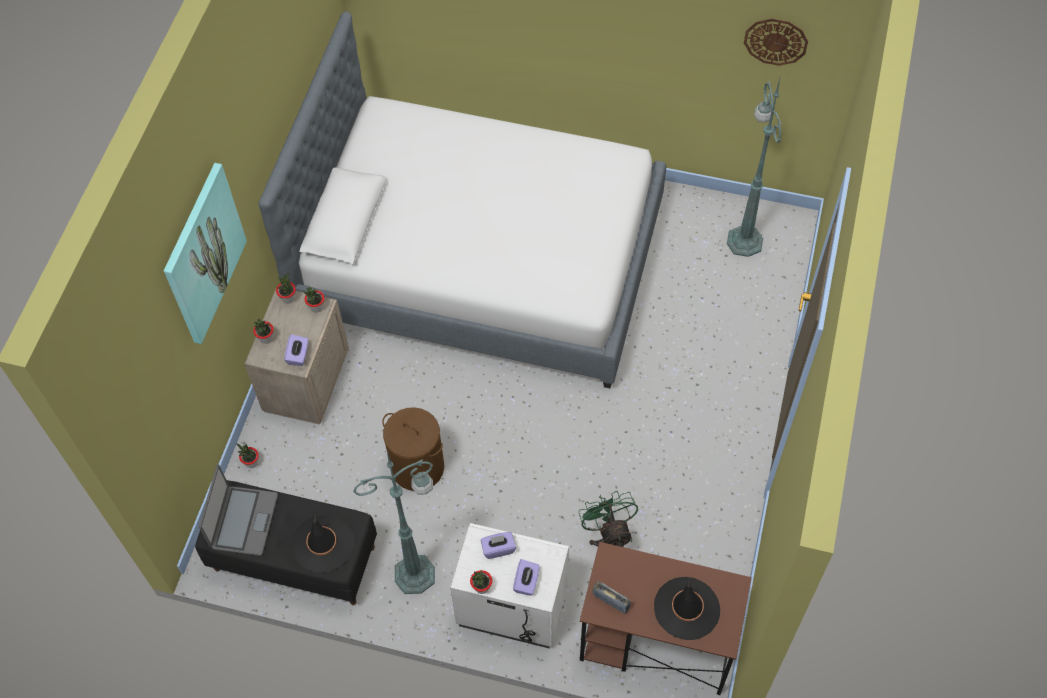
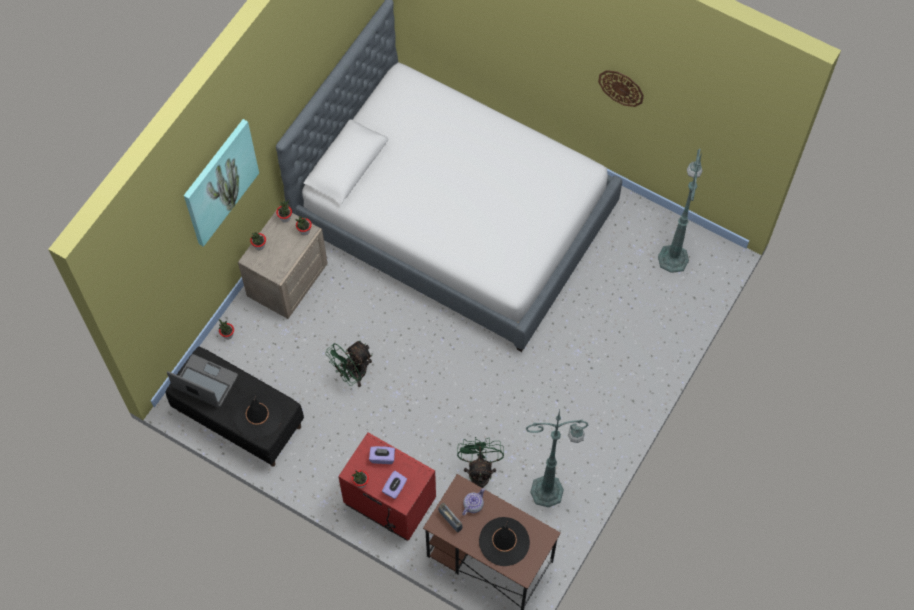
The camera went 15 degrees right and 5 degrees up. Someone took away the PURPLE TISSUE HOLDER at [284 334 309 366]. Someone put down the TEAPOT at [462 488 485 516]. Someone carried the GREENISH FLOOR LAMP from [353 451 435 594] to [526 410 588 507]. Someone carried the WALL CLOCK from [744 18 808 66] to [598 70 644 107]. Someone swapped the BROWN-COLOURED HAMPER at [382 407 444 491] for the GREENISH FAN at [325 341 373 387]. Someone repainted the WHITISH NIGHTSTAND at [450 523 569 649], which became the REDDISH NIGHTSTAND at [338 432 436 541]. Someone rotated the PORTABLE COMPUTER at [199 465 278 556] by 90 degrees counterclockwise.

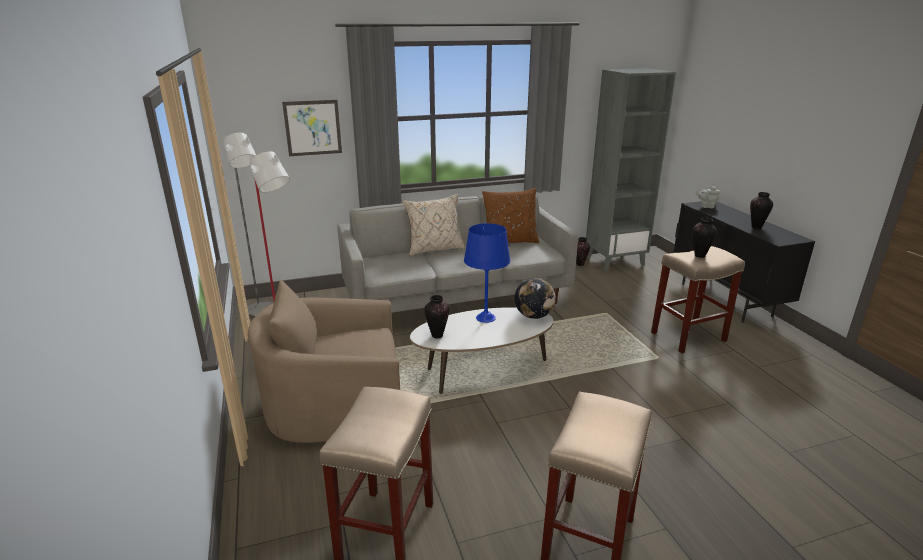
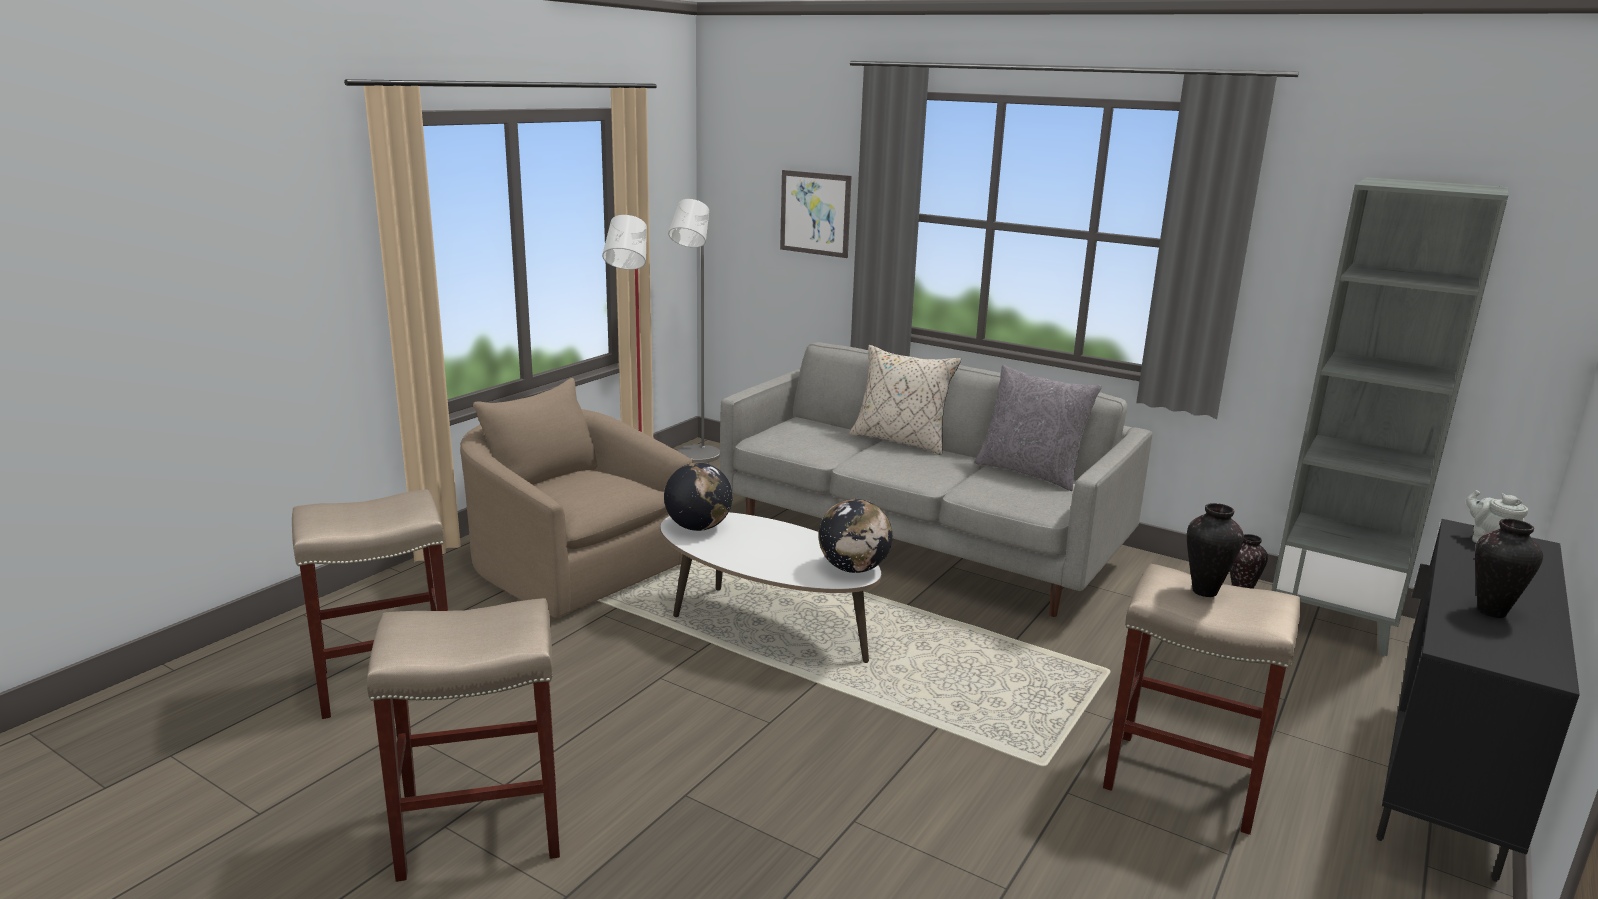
The camera went 50 degrees right and 5 degrees down. Someone took away the BLUE-COLOURED TABLE LAMP at [464 223 510 323]. Someone swapped the FLOWER VASE at [424 295 449 338] for the DESK GLOBE at [664 462 733 531]. Someone repainted the BROWN-COLOURED THROW PILLOW at [482 188 540 243], which became the GRAY THROW PILLOW at [974 365 1102 491].

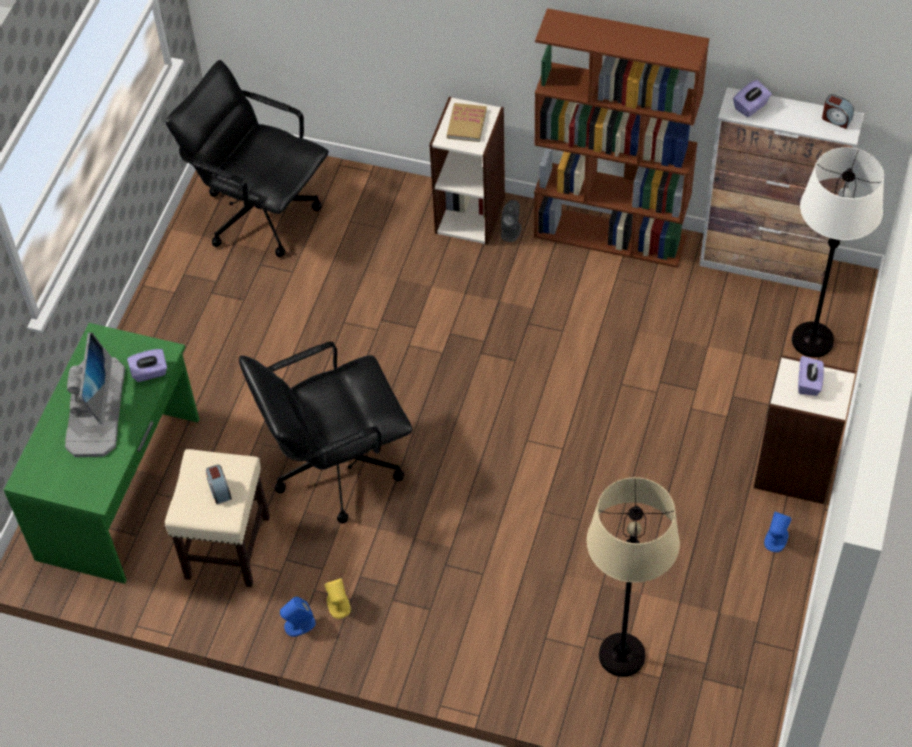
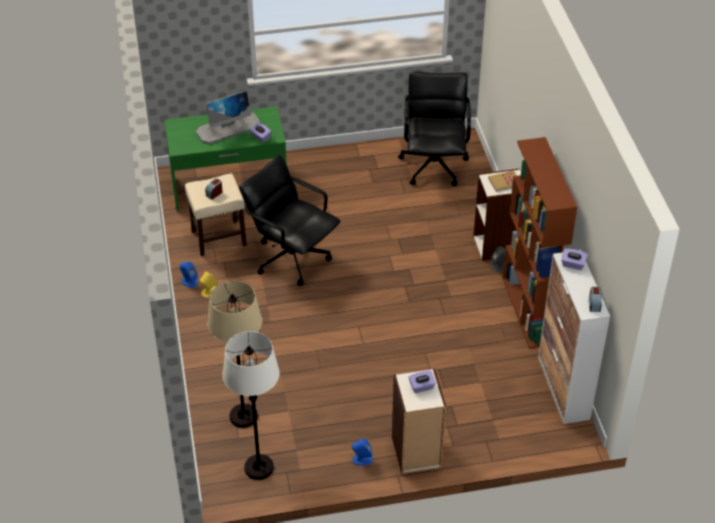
The camera went 60 degrees right and 10 degrees down. Someone carried the WHITISH FLOOR LAMP from [792 147 884 357] to [222 331 280 480].

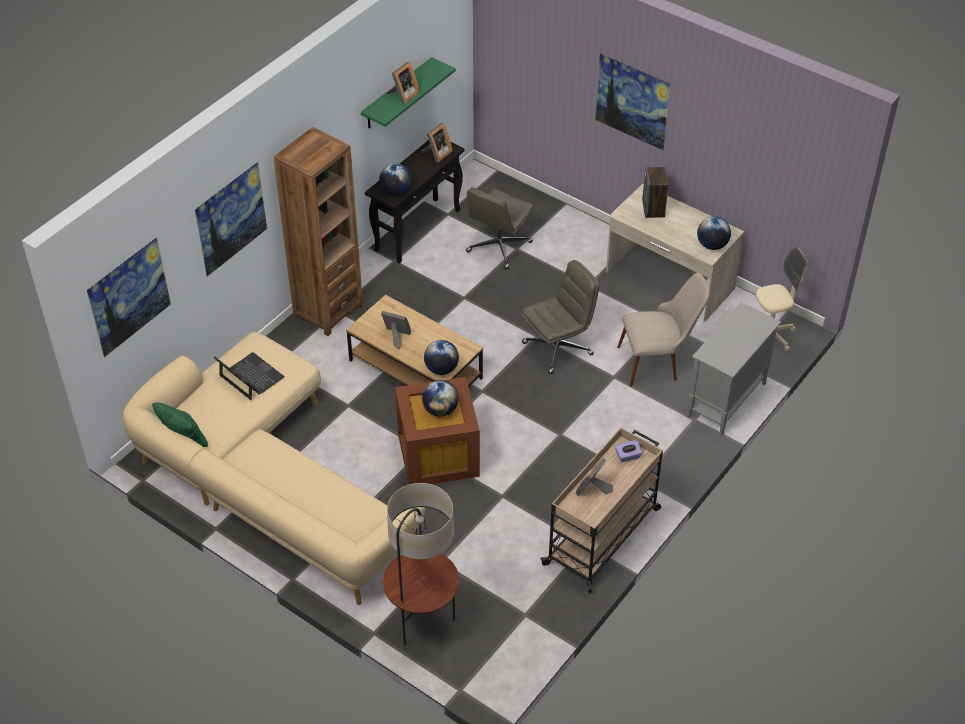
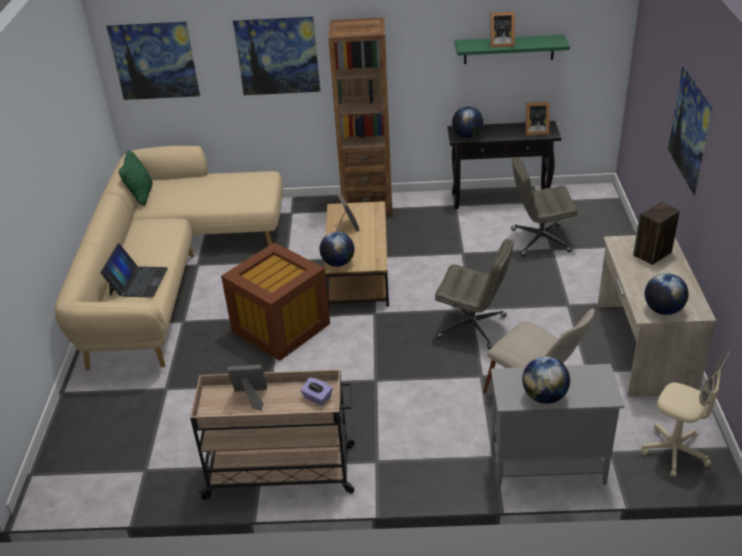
The camera went 55 degrees right and 10 degrees down. Someone took away the FLOOR LAMP at [383 483 459 645]. Someone carried the PORTABLE COMPUTER from [214 352 285 400] to [100 243 168 298]. Someone carried the DESK GLOBE from [422 380 459 417] to [522 356 570 404].

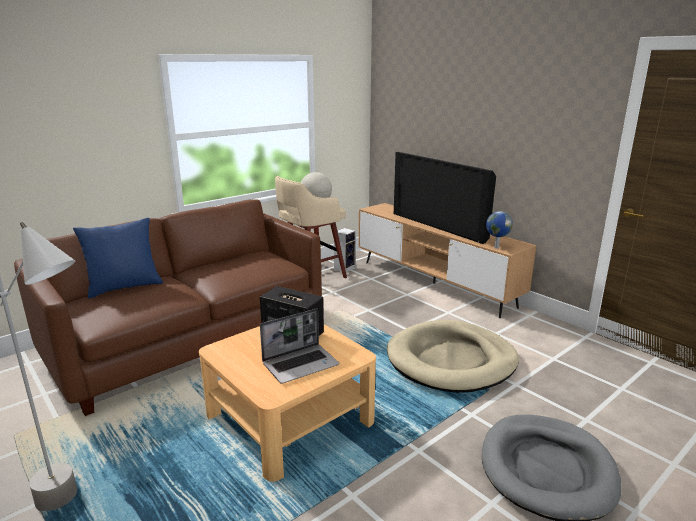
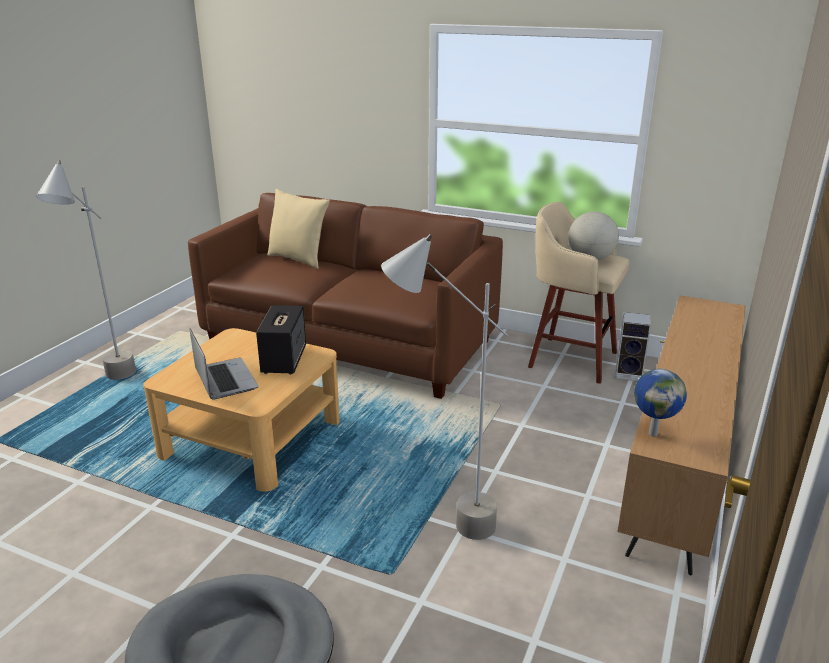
The camera went 65 degrees right and 5 degrees up. Someone took away the TELEVISION at [394 152 496 244]. Someone swapped the BEIGE PET BED at [387 320 519 393] for the GRAY FLOOR LAMP at [381 234 507 540]. Someone repainted the BLUE-COLOURED THROW PILLOW at [73 218 163 299], which became the BEIGE THROW PILLOW at [267 189 330 269]. Someone rotated the PORTABLE COMPUTER at [260 308 339 384] by 150 degrees counterclockwise.

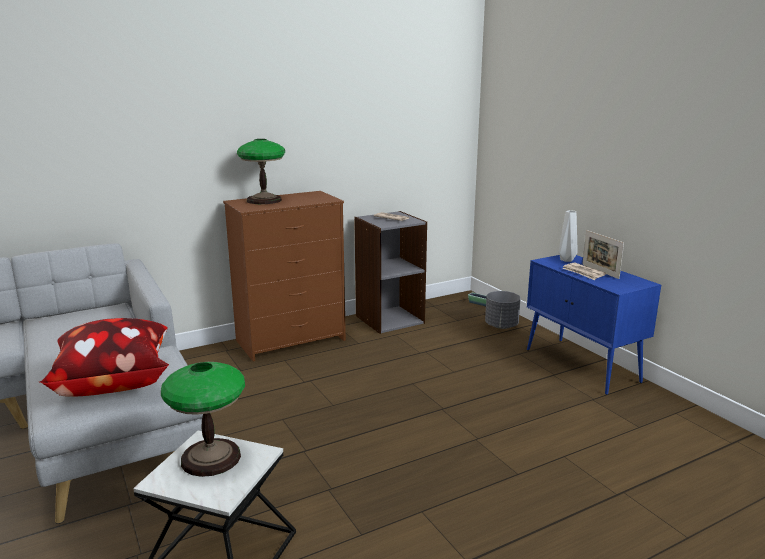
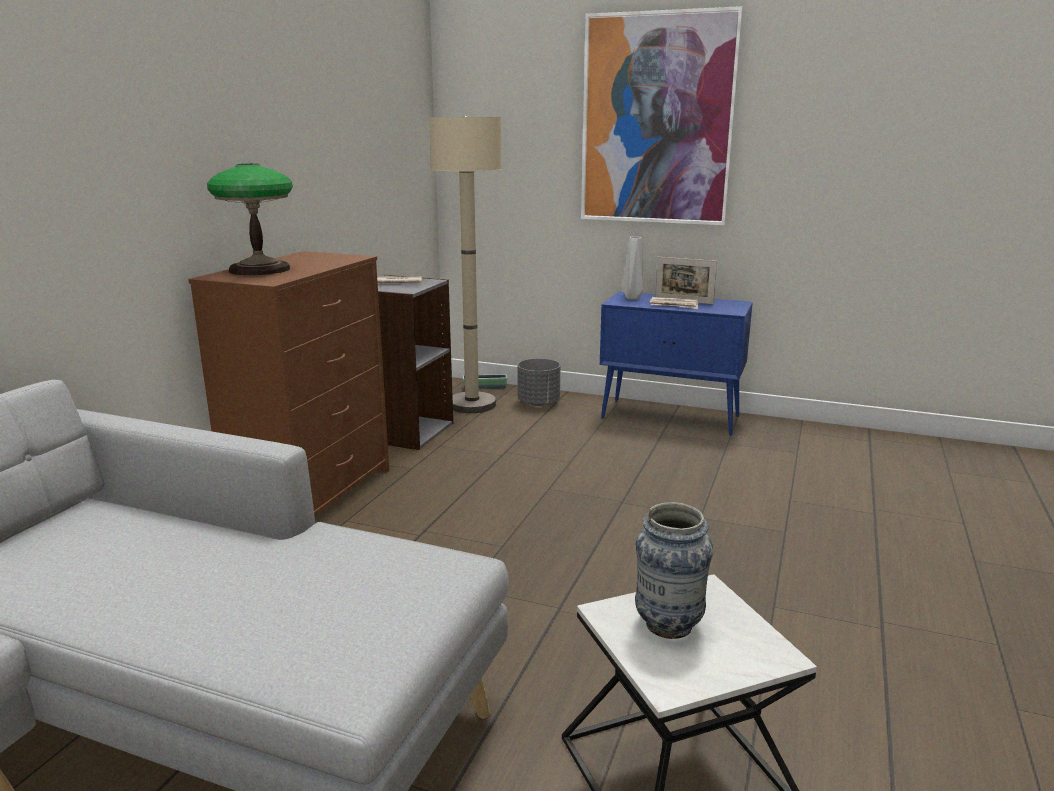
The camera went 40 degrees left and 0 degrees up. Someone took away the THROW PILLOW at [39 318 169 397]. Someone put down the BEIGE FLOOR LAMP at [429 116 502 413]. Someone put up the PICTURE at [581 6 743 225]. Someone swapped the TABLE LAMP at [161 362 245 477] for the FLOWER VASE at [635 502 713 639].

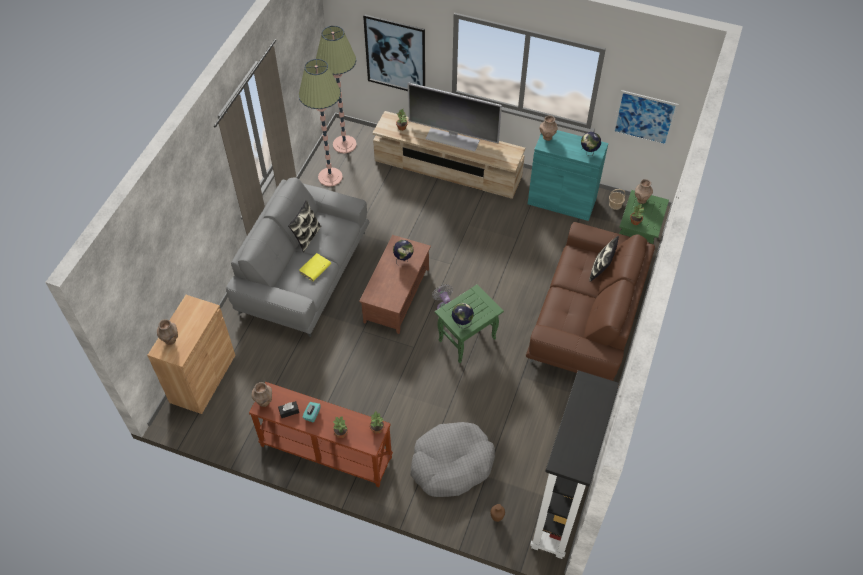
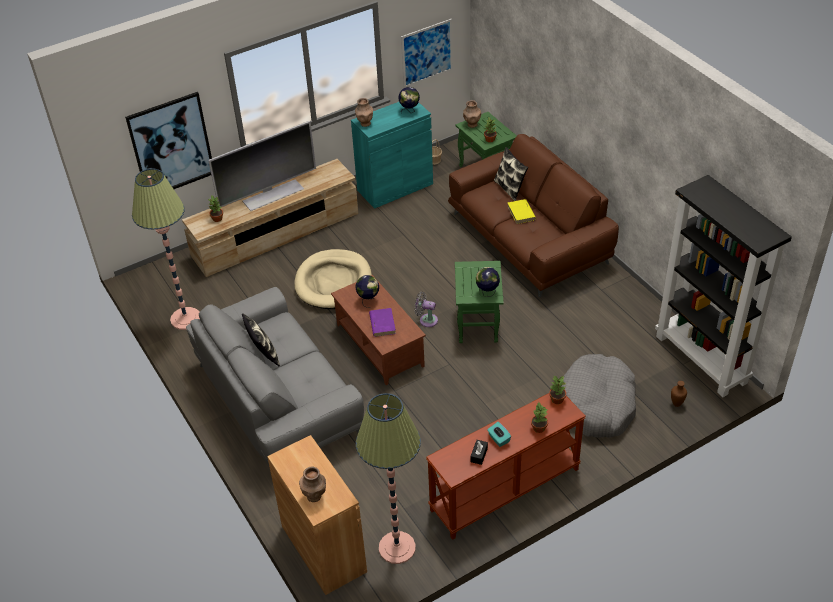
The camera went 50 degrees left and 10 degrees down. Someone took away the BROWN-COLOURED FLOWER VASE at [252 382 272 407]. Someone put down the BEIGE PET BED at [294 249 372 309]. Someone put down the PURPLE BOOK at [369 308 396 337]. Someone carried the YELLOW-COLOURED BOOK from [299 253 331 281] to [507 199 536 224]. Someone carried the FLOOR LAMP from [316 26 357 153] to [356 393 421 564].

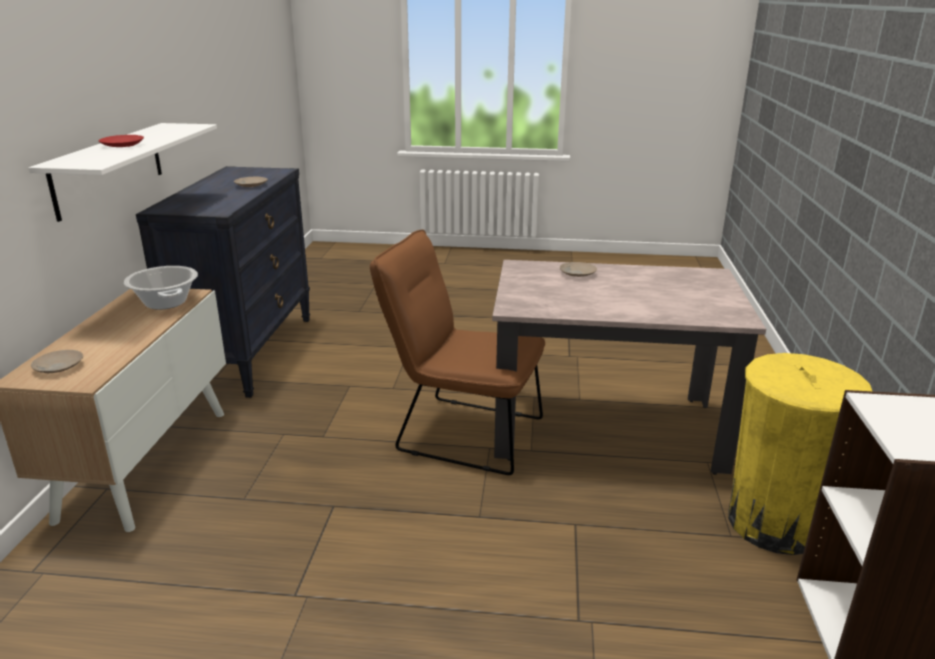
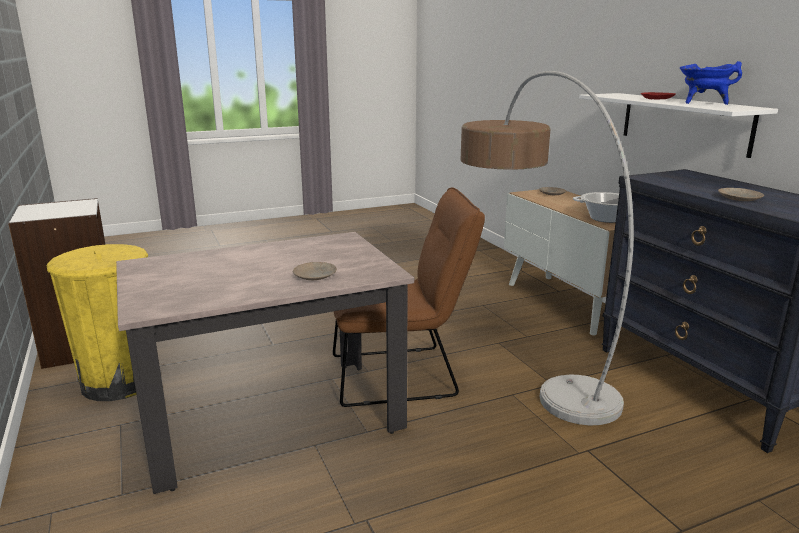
The camera went 150 degrees right and 5 degrees down. Someone put down the FLOOR LAMP at [461 71 634 425]. Someone put down the BLUE-COLOURED SAUCEPOT at [680 61 742 105].

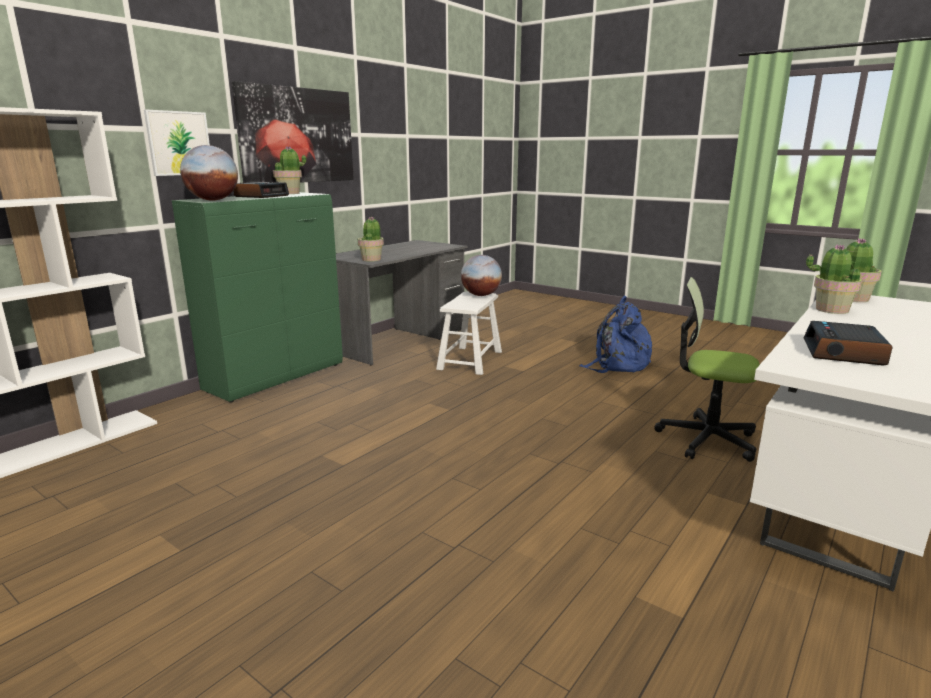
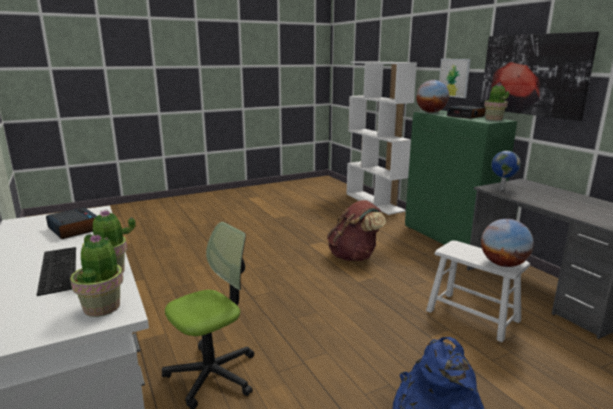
The camera went 115 degrees right and 0 degrees up. Someone put down the KEYBOARD at [37 247 76 296]. Someone put down the BROWN-COLOURED KNAPSACK at [327 200 386 261]. Someone swapped the PLANT IN A POT at [358 217 384 262] for the DESK GLOBE at [491 151 521 190].

